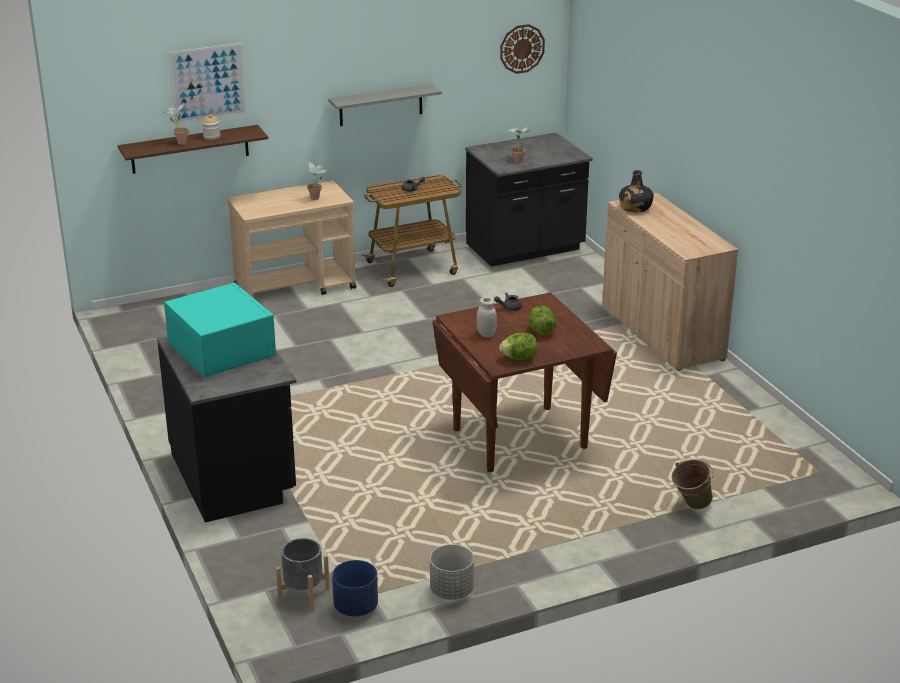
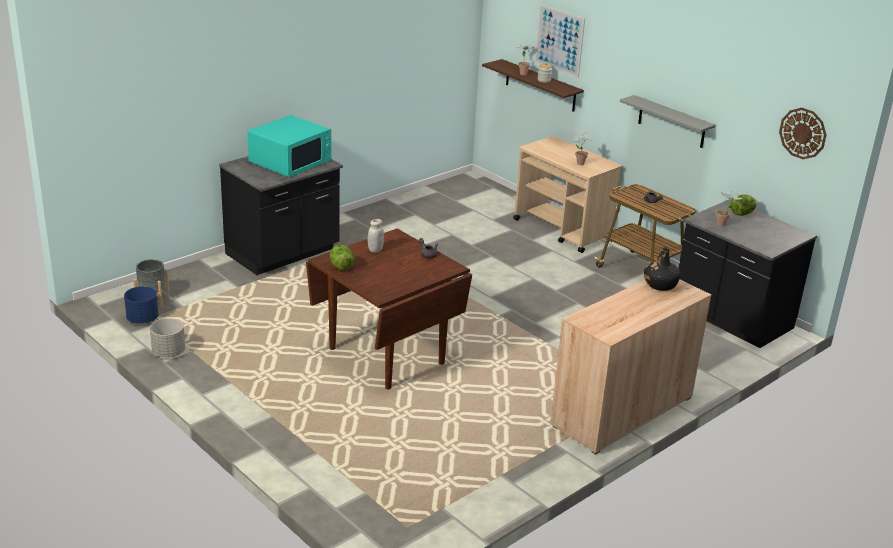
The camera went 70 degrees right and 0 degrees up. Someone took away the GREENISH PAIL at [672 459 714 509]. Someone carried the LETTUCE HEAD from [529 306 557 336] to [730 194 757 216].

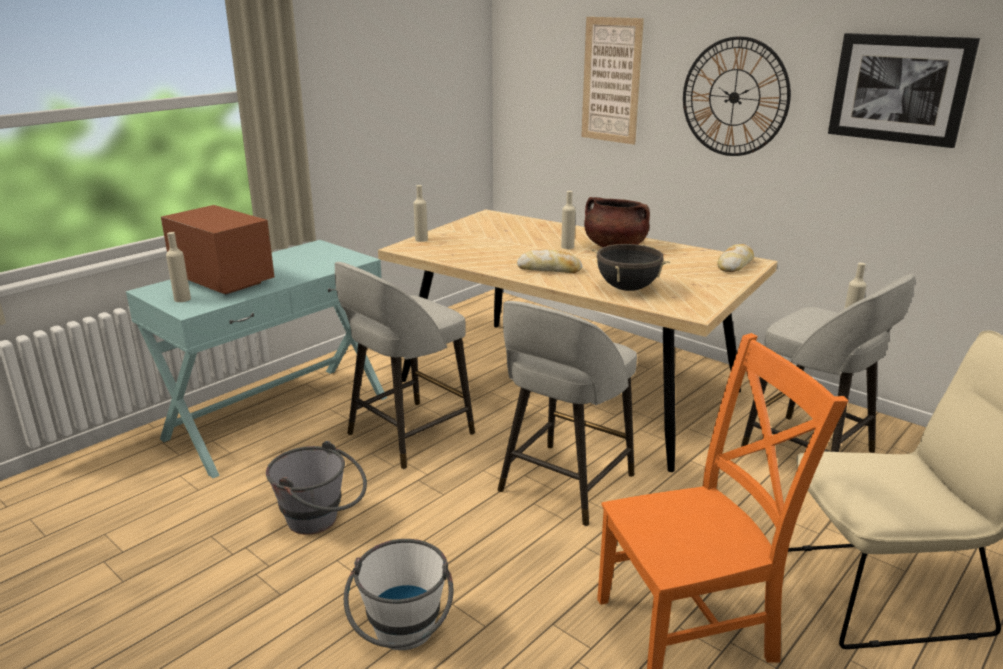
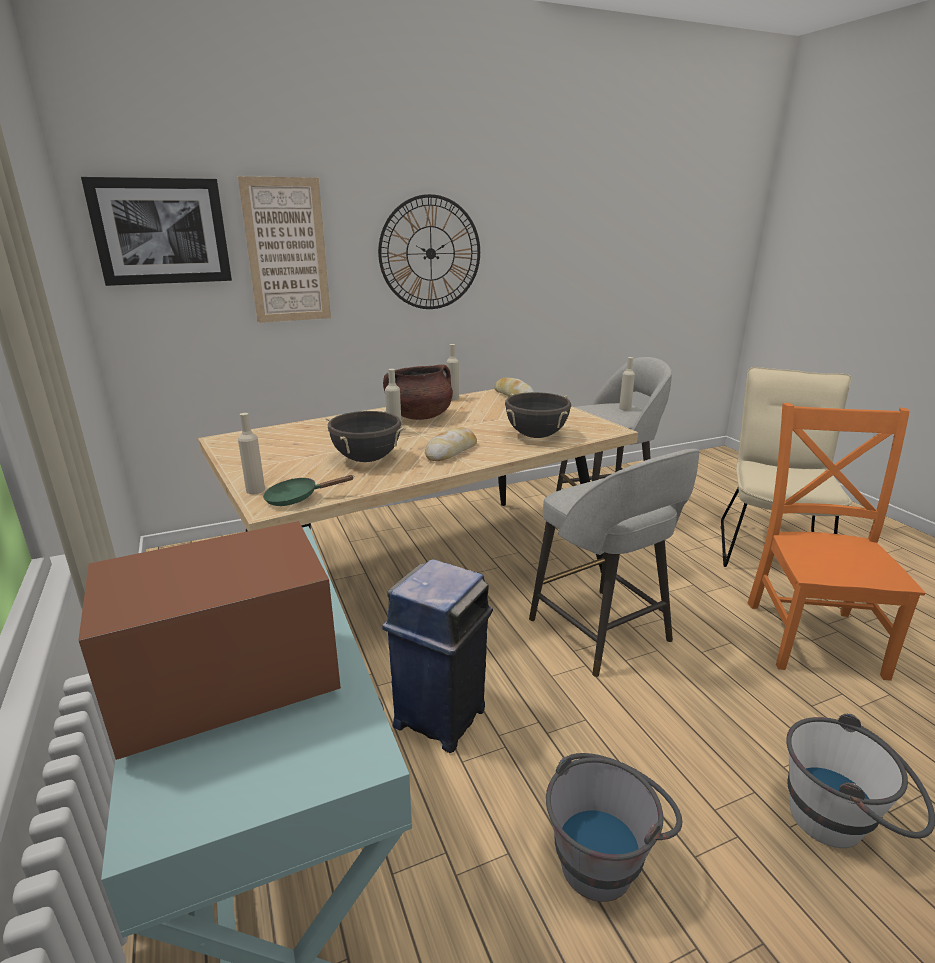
The camera went 65 degrees left and 0 degrees up. Someone put down the GREENISH FRYING PAN at [263 475 353 506]. Someone put down the BLACKISH SAUCEPOT at [325 410 405 462]. Someone carried the BEIGE DRINK BOTTLE from [166 232 191 302] to [446 344 459 400]. Someone carried the PICTURE from [828 33 980 148] to [81 177 232 286]. Someone swapped the GRAY STOOL at [335 262 475 469] for the BLUE-COLOURED TRASH CAN at [382 559 493 753].

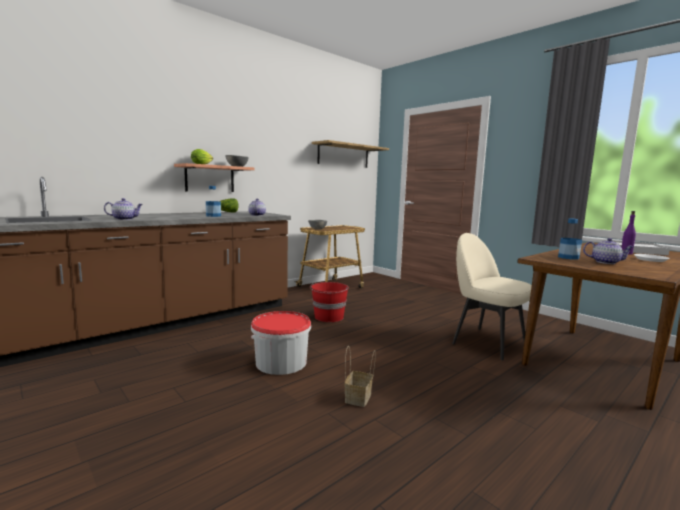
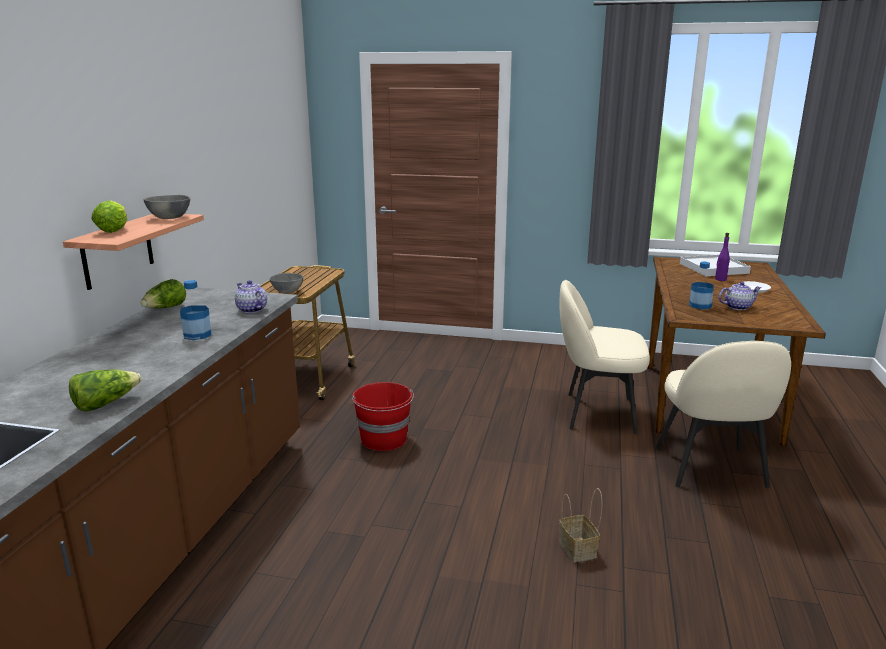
The camera went 35 degrees left and 10 degrees up. Someone took away the PAIL at [251 311 311 375]. Someone took away the SHELF at [312 140 389 168]. Someone put down the BEIGE UPRIGHT CHAIR at [655 341 791 488]. Someone swapped the TEAPOT at [104 198 143 220] for the LETTUCE HEAD at [69 369 141 412].

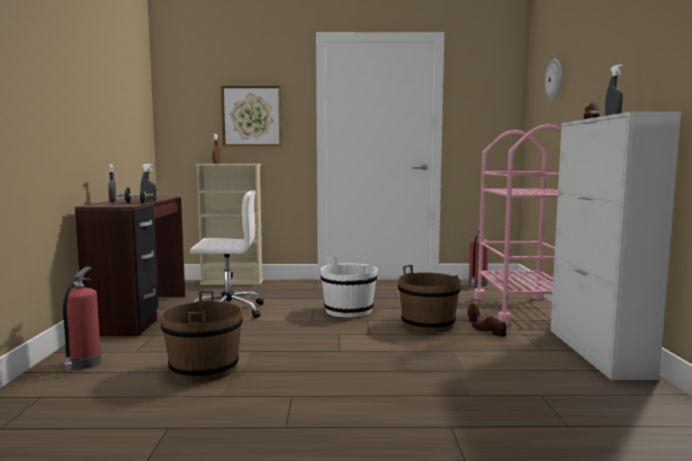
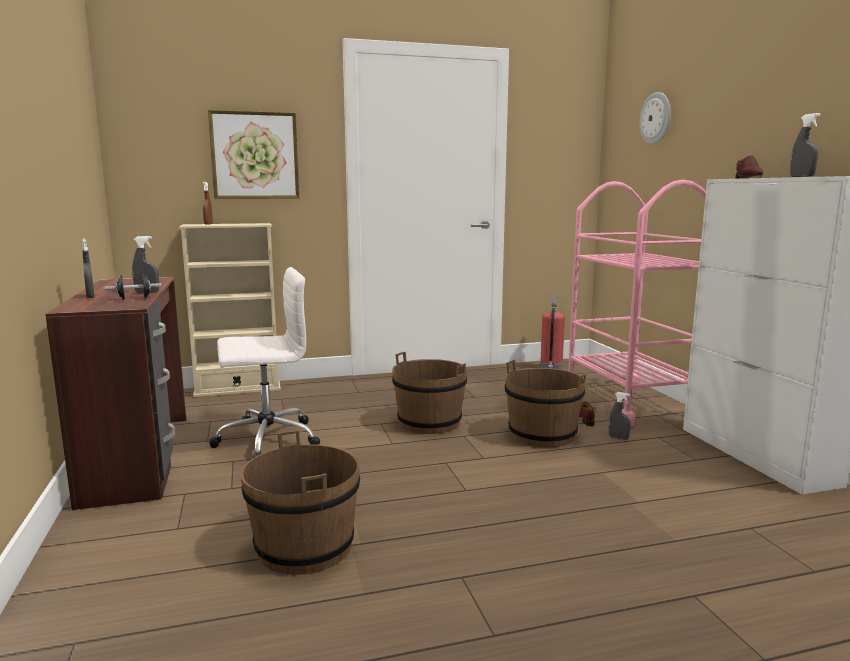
The camera went 15 degrees left and 5 degrees up. Someone took away the EXTINGUISHER at [63 267 102 372]. Someone swapped the BROWN-COLOURED SHOE at [471 316 507 337] for the GRAY HAND SPRAYER at [609 392 631 440]. Someone repainted the WHITISH PAIL at [321 257 378 317], which became the BROWN-COLOURED PAIL at [392 352 468 434].

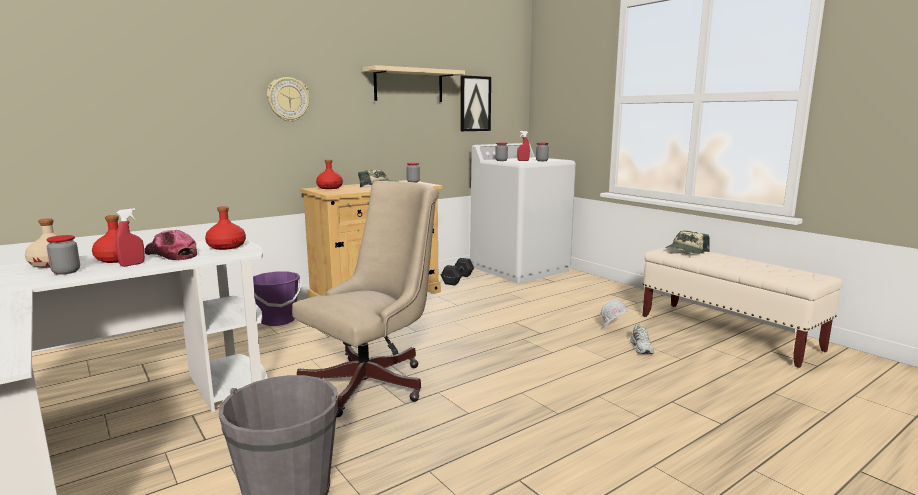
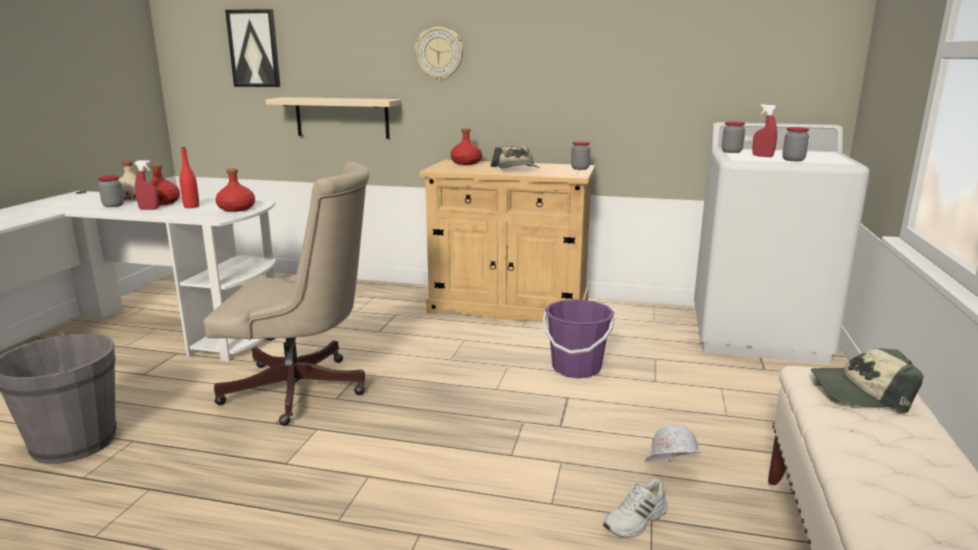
The camera went 50 degrees right and 5 degrees up. Someone took away the BLACKISH FREE WEIGHT at [441 258 474 285]. Someone carried the PURPLE PAIL from [253 272 302 326] to [543 299 614 378]. Someone carried the BEIGE SHELF from [363 65 465 102] to [266 97 402 139]. Someone carried the PICTURE from [460 75 491 131] to [225 9 280 87]. Someone swapped the PEAKED CAP at [145 230 197 260] for the REDDISH DRINK BOTTLE at [180 147 199 208].

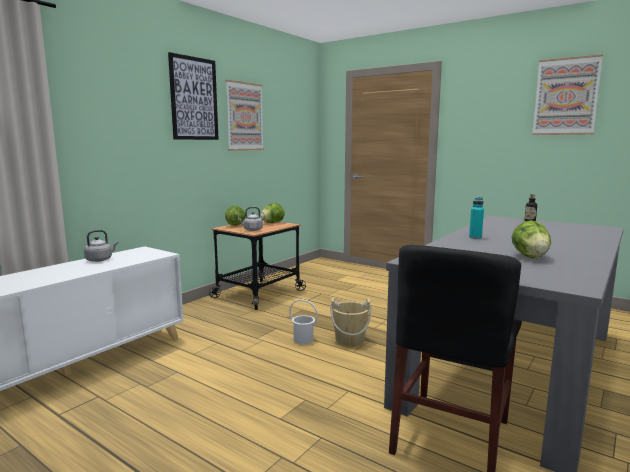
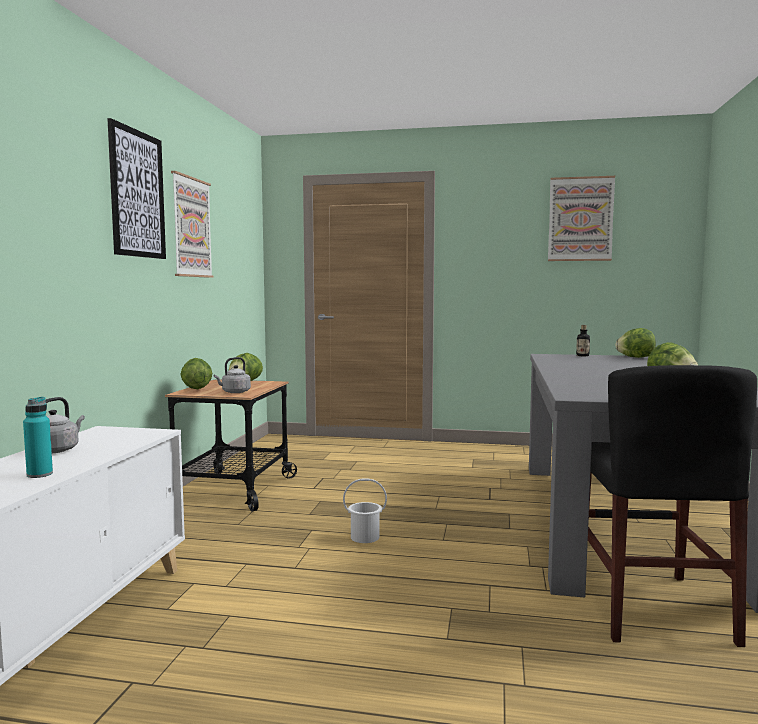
The camera went 25 degrees left and 5 degrees down. Someone took away the BEIGE PAIL at [330 297 371 346]. Someone put down the LETTUCE HEAD at [615 328 656 358]. Someone carried the BLUE-GREEN DRINK BOTTLE from [469 197 484 239] to [23 397 53 478].

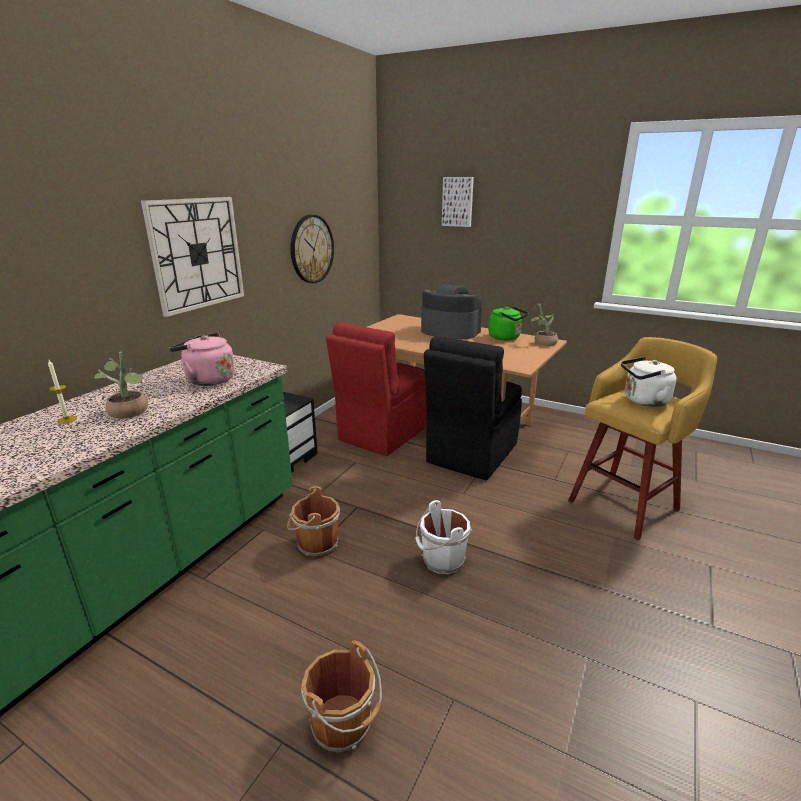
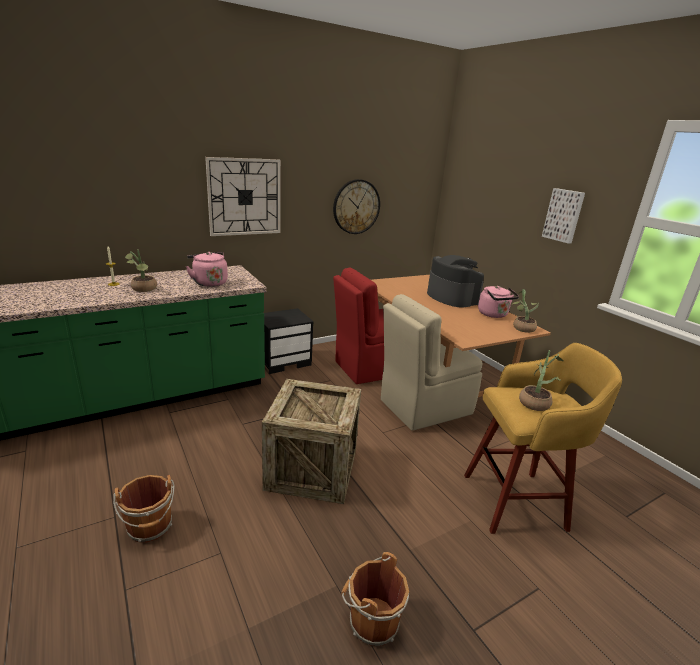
The camera went 30 degrees right and 0 degrees up. Someone carried the BROWN-COLOURED PAIL from [287 486 340 557] to [341 552 409 646]. Someone carried the PICTURE from [442 177 474 227] to [542 188 585 244]. Someone swapped the WHITISH PAIL at [415 500 472 574] for the SHIPPING CRATE at [262 379 361 504]. Someone swapped the WHITISH WATER KETTLE at [621 357 677 407] for the PLANT IN A POT at [519 350 563 411]. Someone repainted the BLACKISH UPRIGHT CHAIR at [424 336 522 480], which became the BEIGE UPRIGHT CHAIR at [381 294 483 431]. Someone repainted the GREENISH WATER KETTLE at [489 306 529 340], which became the PINK-COLOURED WATER KETTLE at [478 286 519 318].

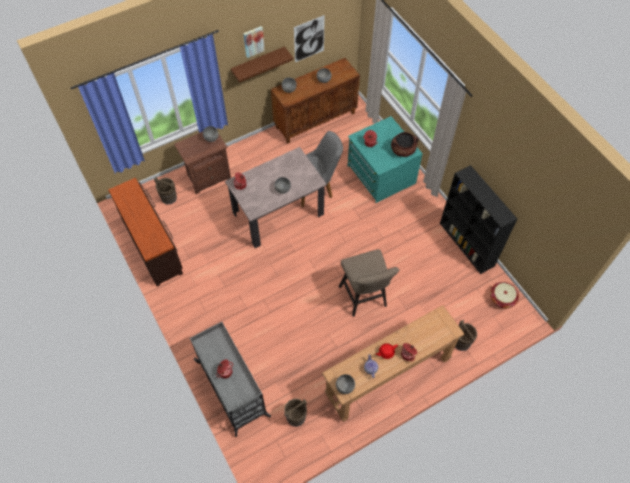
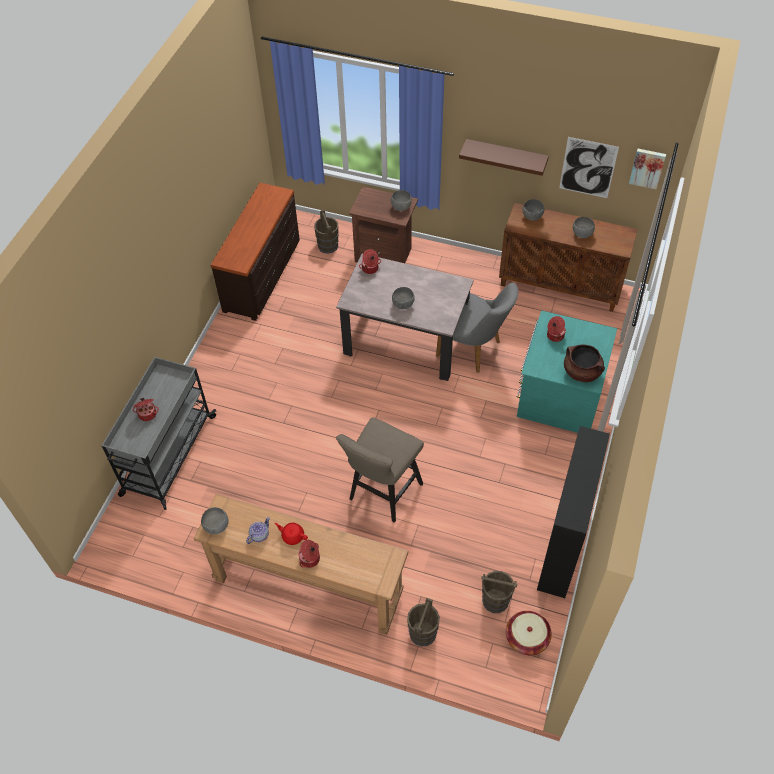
The camera went 50 degrees right and 5 degrees down. Someone carried the PICTURE from [243 26 265 58] to [629 149 666 189]. Someone carried the BROWN-COLOURED PAIL from [284 399 307 427] to [481 571 517 613].

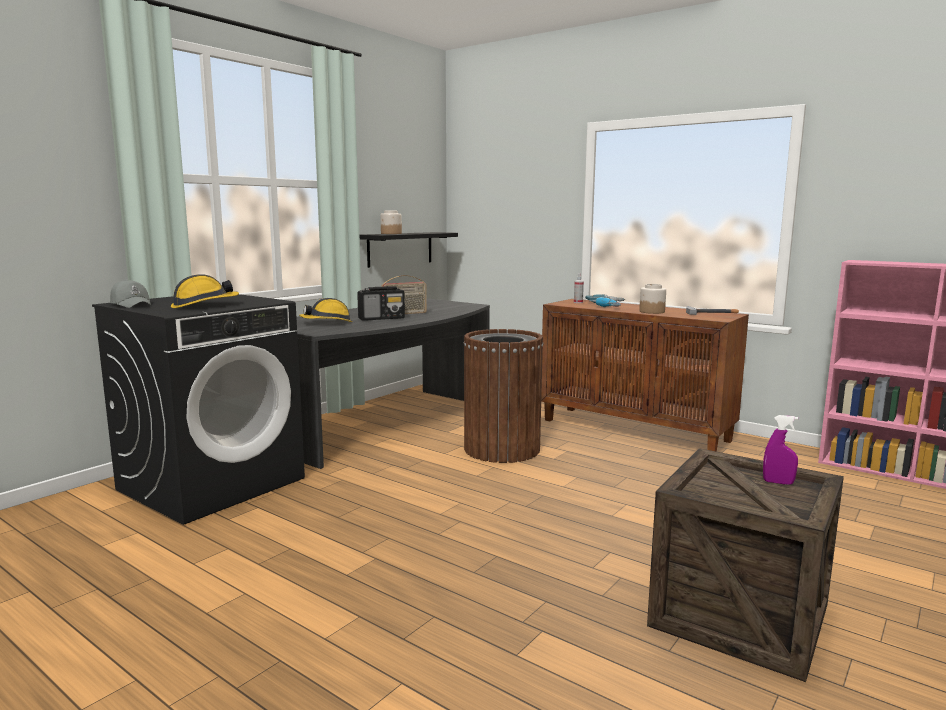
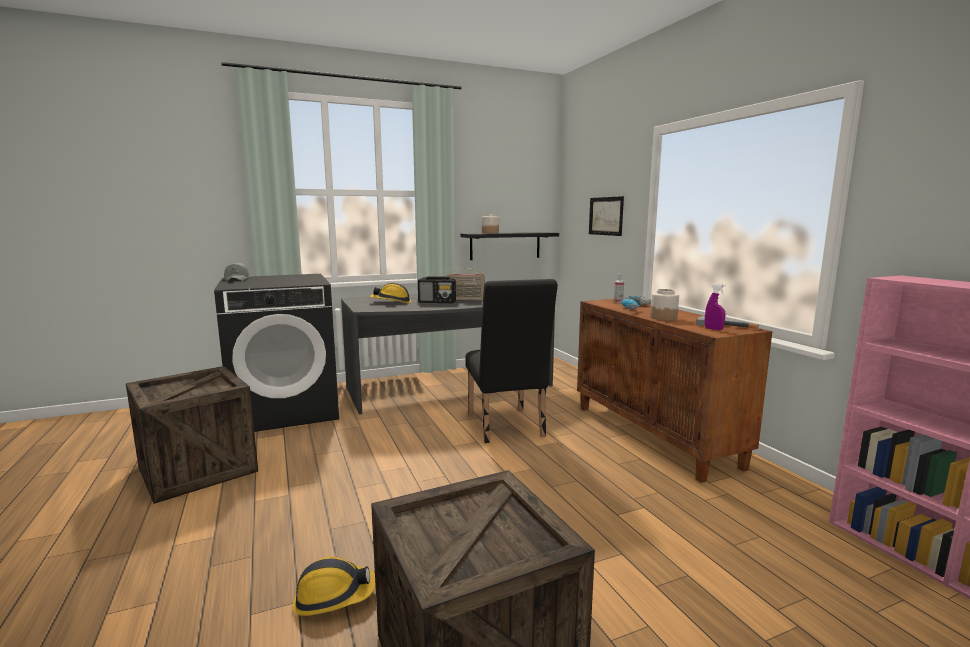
The camera went 30 degrees right and 0 degrees up. Someone put down the SHIPPING CRATE at [126 366 258 504]. Someone put up the PICTURE at [589 196 624 236]. Someone carried the WORK HELMET from [171 274 239 308] to [292 557 376 616]. Someone carried the PURPLE HAND SPRAYER from [763 415 798 485] to [705 283 726 330]. Someone swapped the BROWN-COLOURED TRASH CAN at [463 329 544 463] for the BLACKISH UPRIGHT CHAIR at [465 279 558 443].

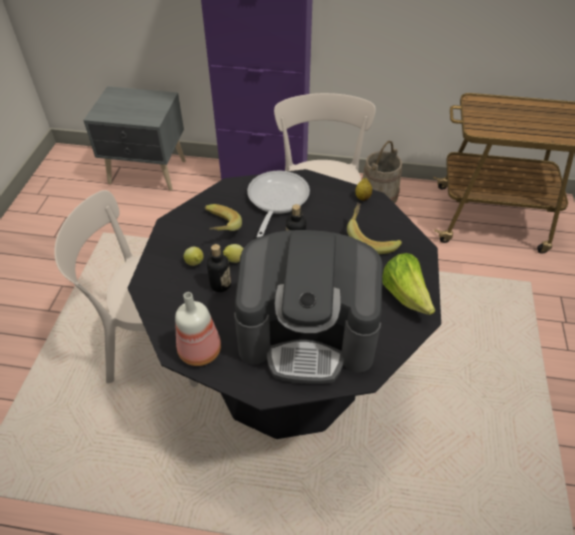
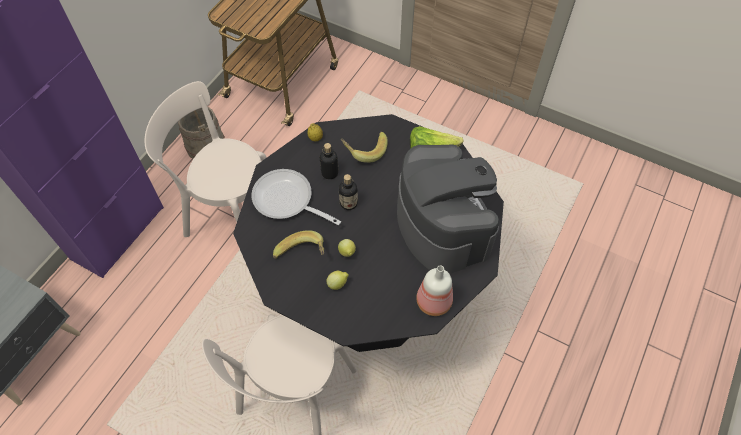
The camera went 70 degrees left and 10 degrees up. Someone carried the DRINK BOTTLE from [207 244 231 292] to [319 143 339 179]. Someone rotated the COFFEE BREWER at [234 230 383 384] by 45 degrees counterclockwise.

